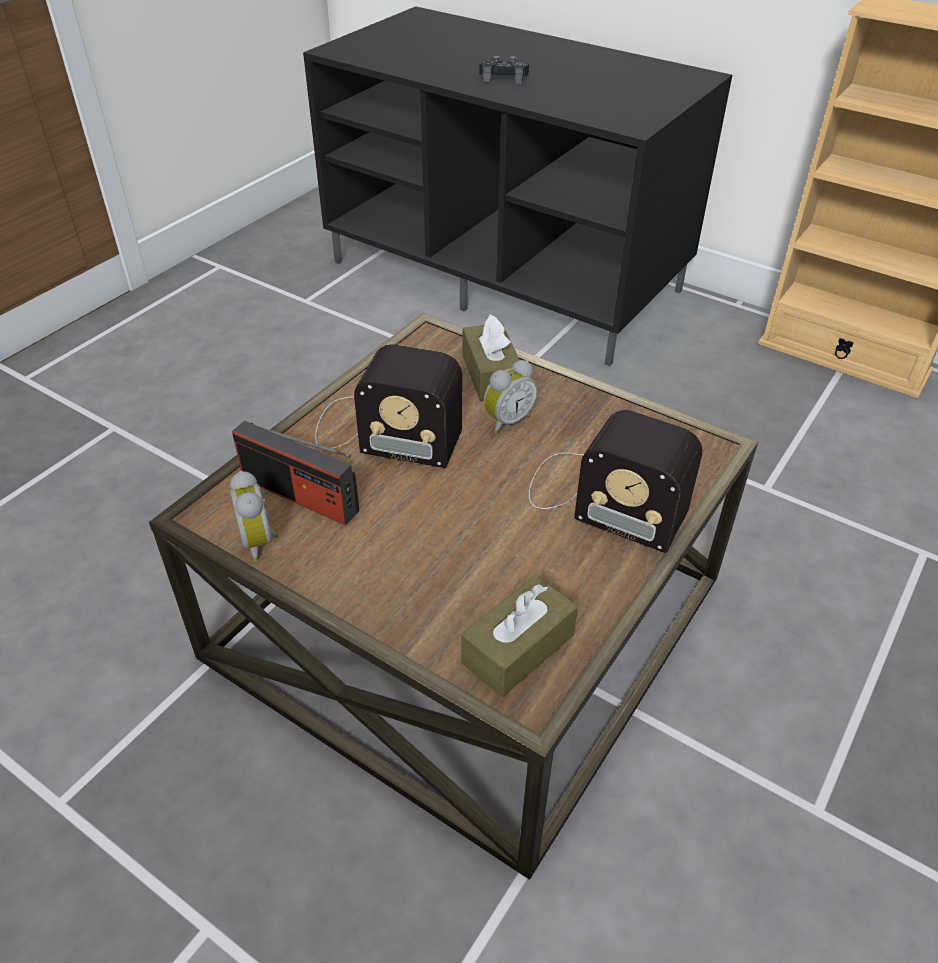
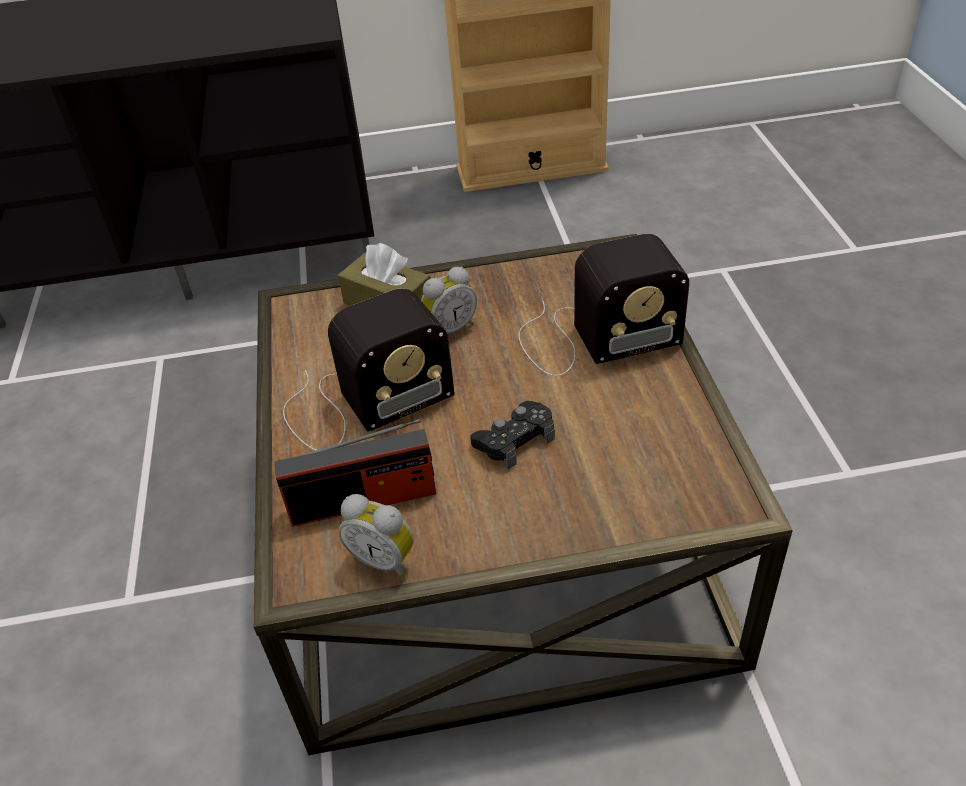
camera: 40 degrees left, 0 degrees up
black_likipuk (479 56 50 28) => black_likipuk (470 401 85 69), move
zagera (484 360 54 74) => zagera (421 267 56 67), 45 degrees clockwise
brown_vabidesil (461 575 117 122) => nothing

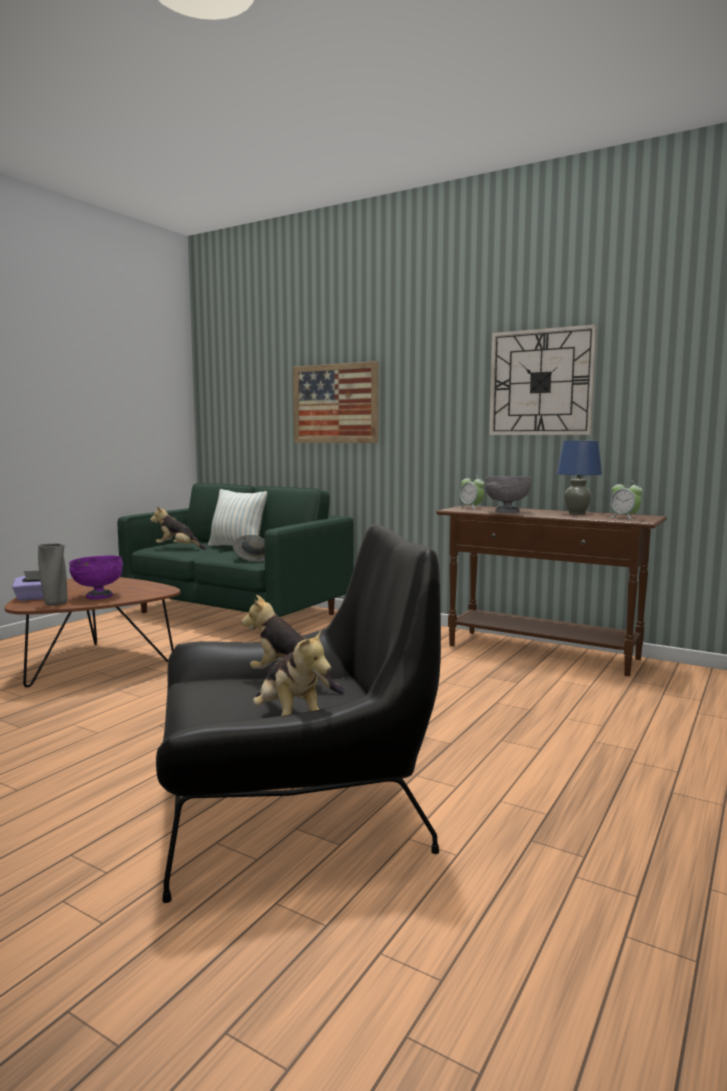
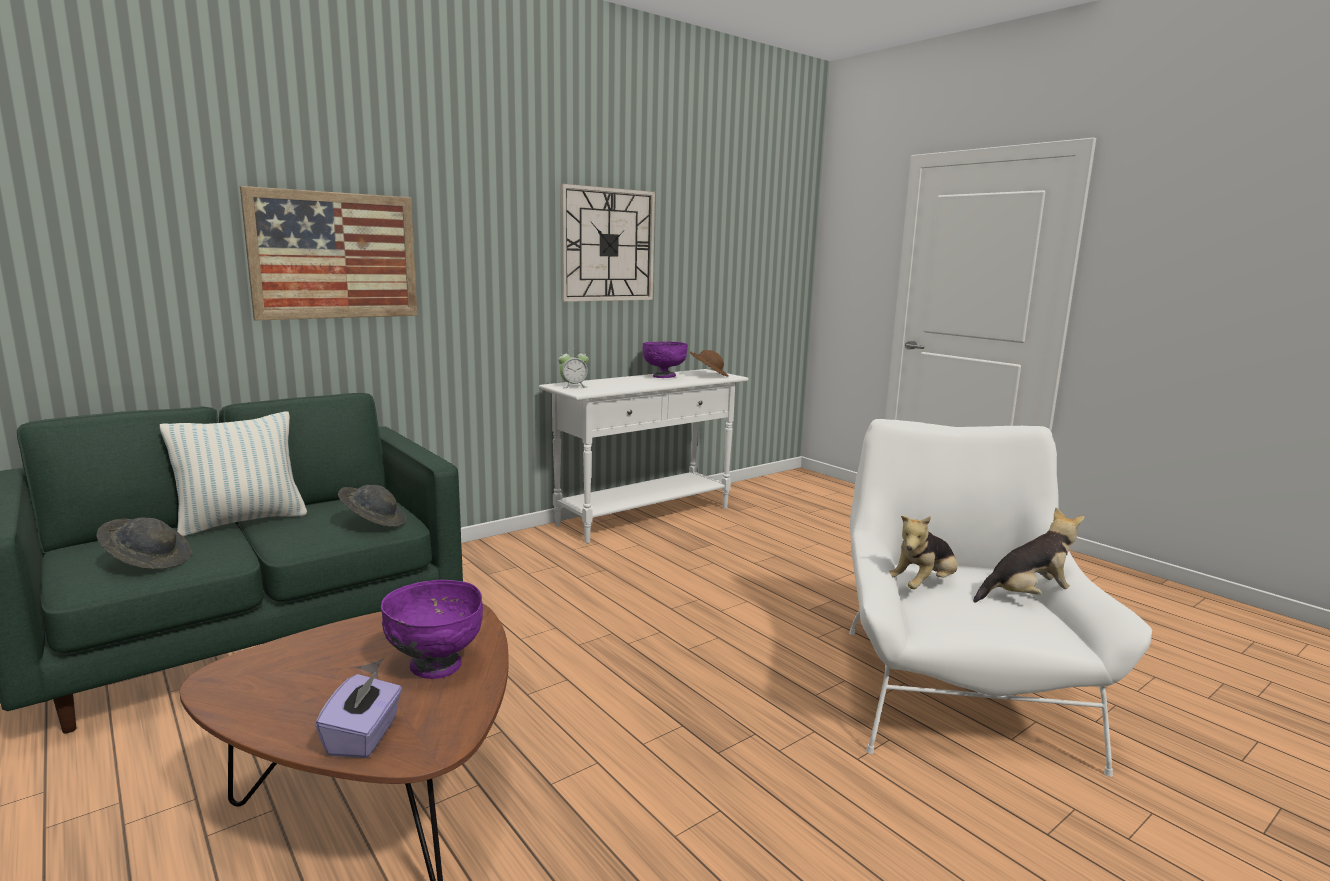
camera: 70 degrees left, 5 degrees up
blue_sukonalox (556 441 46 73) => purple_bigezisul (642 341 46 37)
grey_bigezisul (485 476 46 37) => nothing
zagera (611 482 32 38) => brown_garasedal (690 350 39 26)
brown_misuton (436 505 231 171) => white_misuton (539 369 209 174)
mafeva (150 506 57 44) => grey_garasedal (96 517 95 52)
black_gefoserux (156 524 285 379) => white_gefoserux (849 419 303 358)
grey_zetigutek (38 543 29 63) => nothing

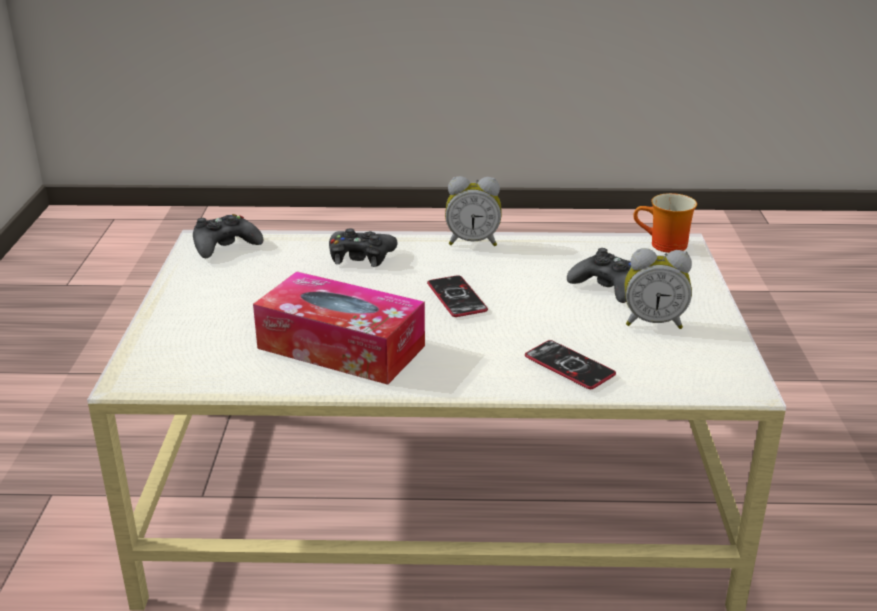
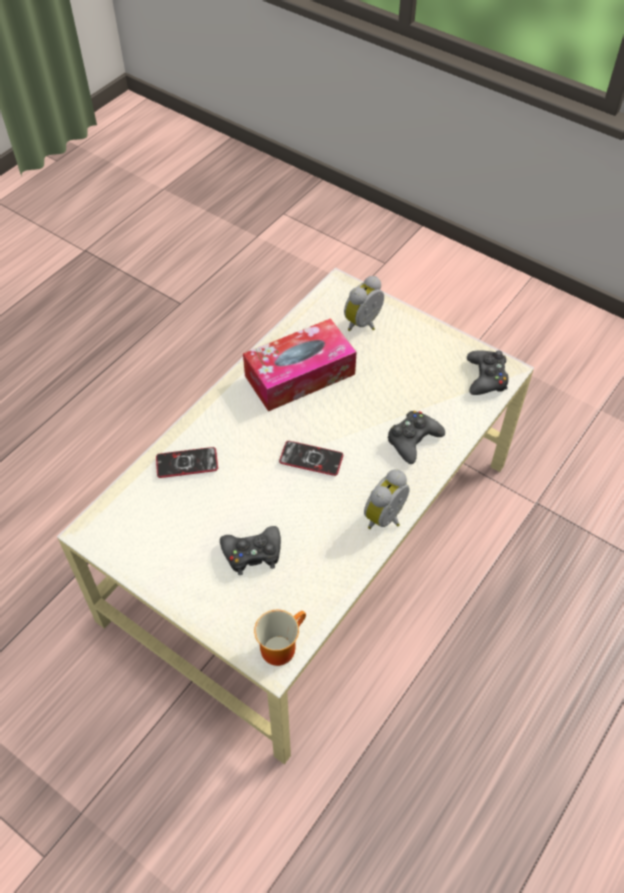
camera: 125 degrees right, 25 degrees up
zagera (625 248 67 81) => zagera (344 276 40 55), move

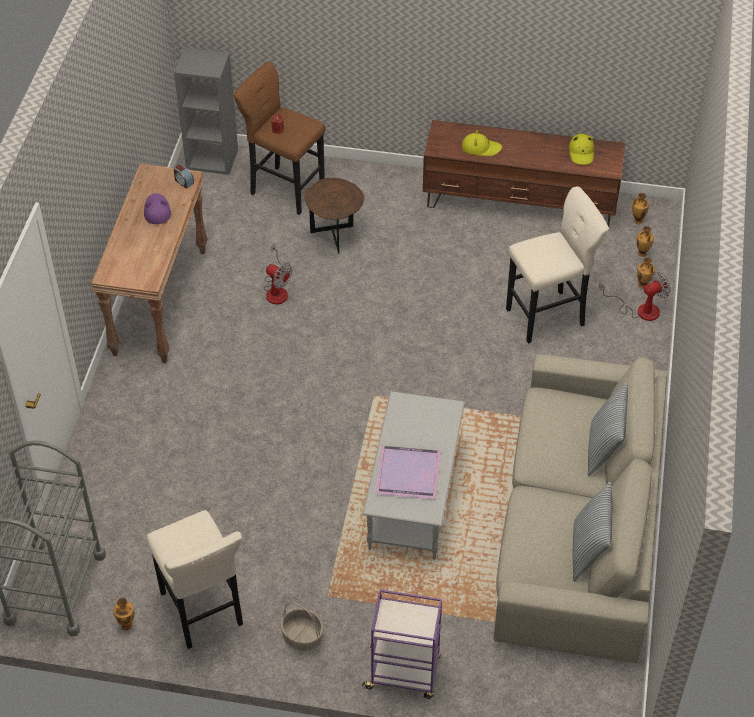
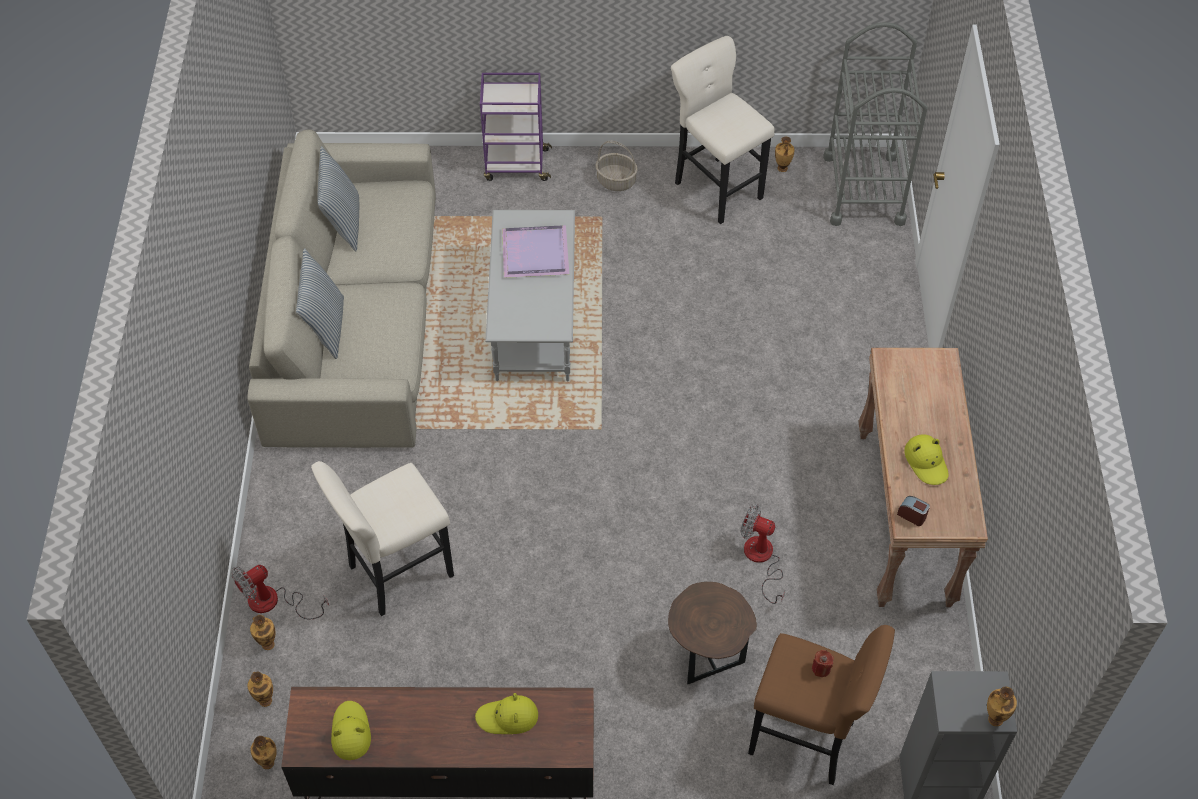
camera: 170 degrees right, 5 degrees up
purple_garasedal (144 193 27 31) => yellow_garasedal (904 434 45 51)
nothing => zetigutek (987 687 30 39)

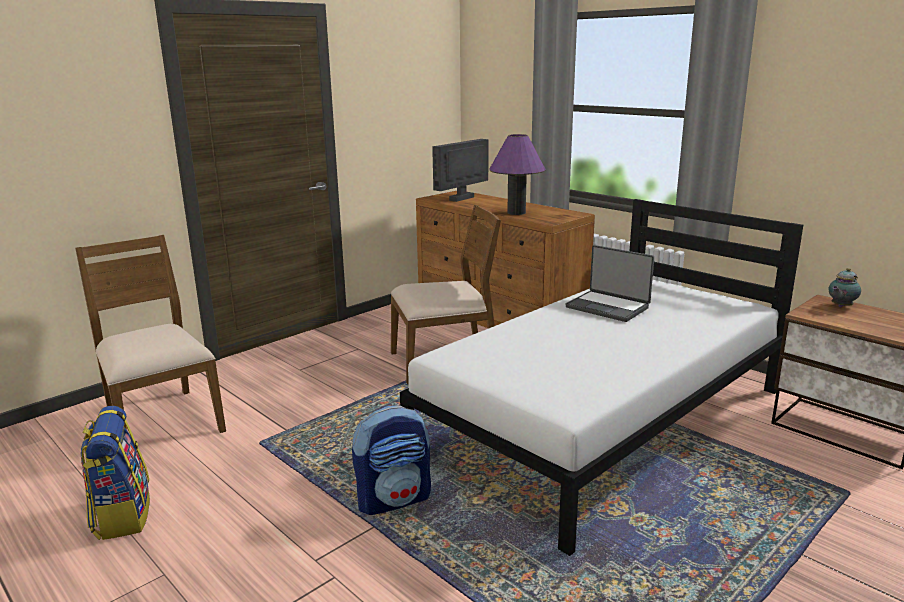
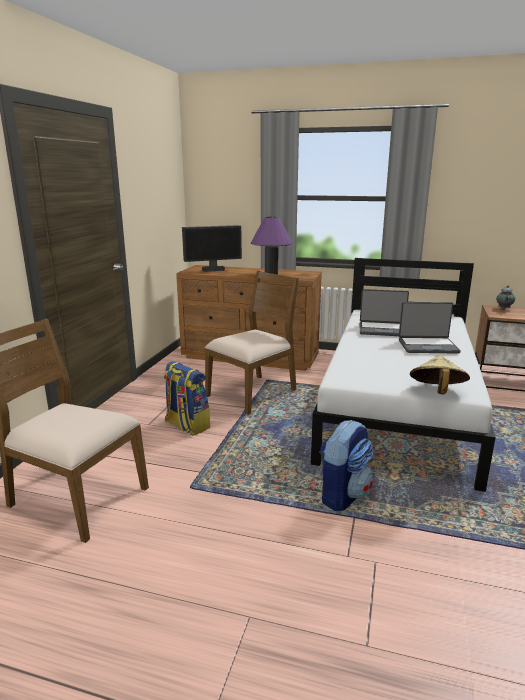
camera: 30 degrees left, 0 degrees up
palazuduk (432 139 57 63) => palazuduk (182 225 60 47), 120 degrees counterclockwise
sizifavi (80 406 70 134) => sizifavi (164 361 46 75), move
nothing => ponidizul (399 302 62 52)
nothing => beige_garasedal (410 355 60 40)

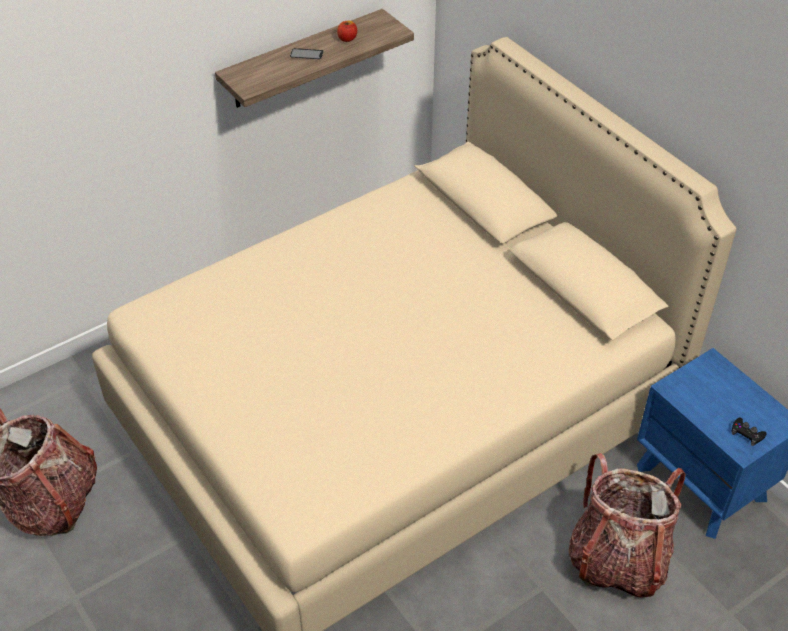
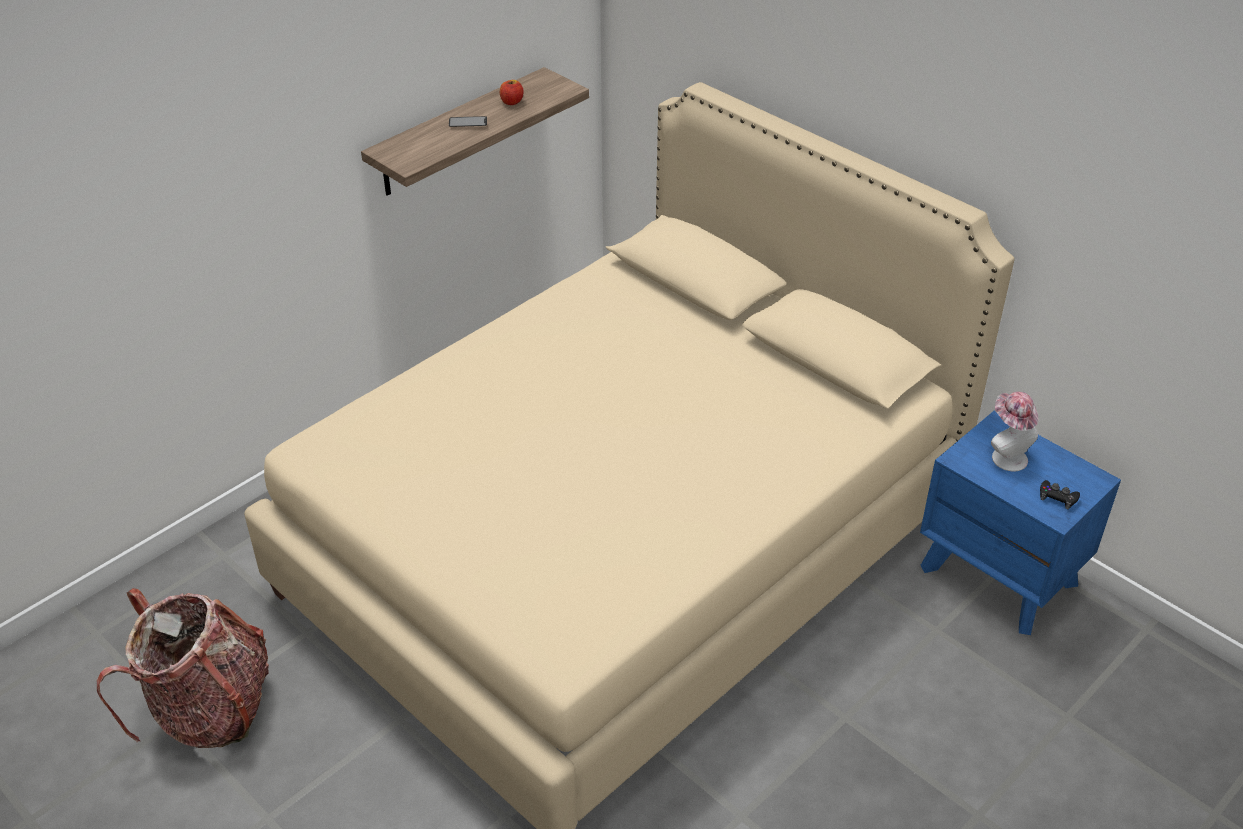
camera: 10 degrees left, 5 degrees down
sizifavi (569 453 117 145) => nothing
nothing => garasedal (991 392 48 79)

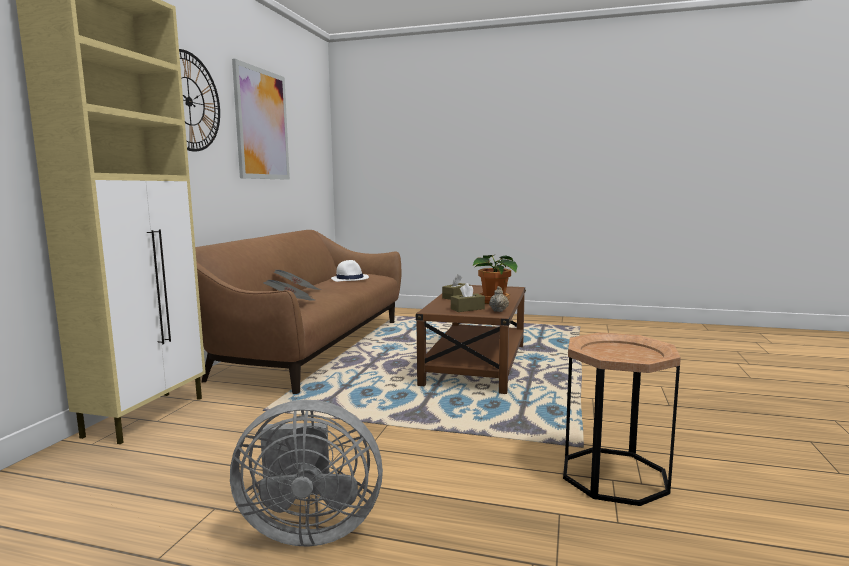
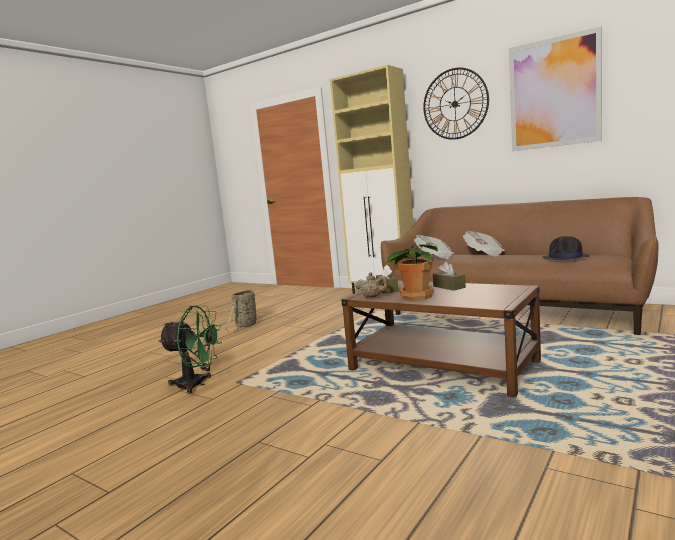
camera: 110 degrees right, 0 degrees up
white_garasedal (331 260 38 22) => black_garasedal (542 236 47 24)
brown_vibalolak (563 332 118 174) => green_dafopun (158 306 64 88)
grey_dafopun (230 400 153 147) => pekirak (225 290 36 43)

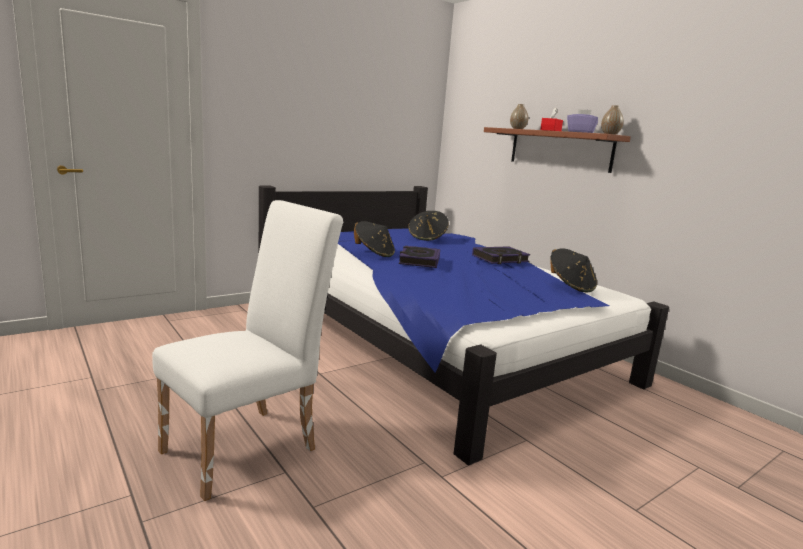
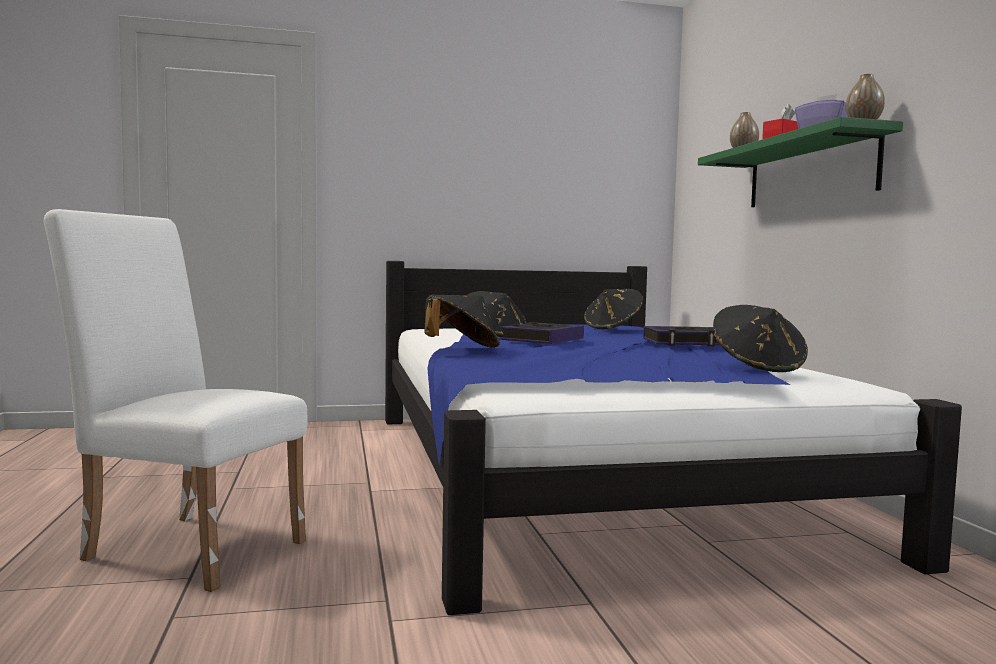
camera: 25 degrees right, 10 degrees down
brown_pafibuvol (484 127 147 46) => green_pafibuvol (698 117 205 90)
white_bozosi (152 200 191 301) => white_bozosi (44 209 263 383), 135 degrees counterclockwise
nothing => black_garasedal (425 294 75 54)

